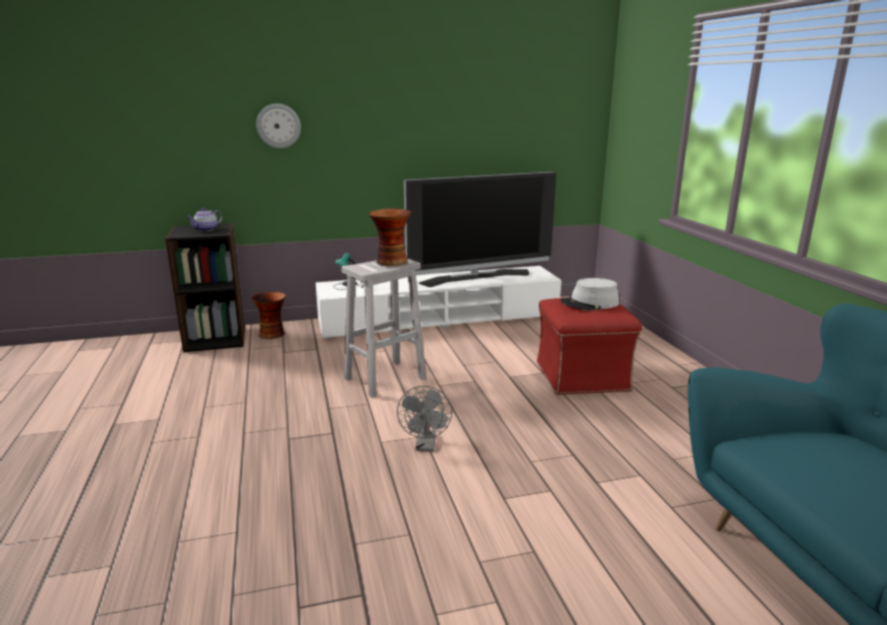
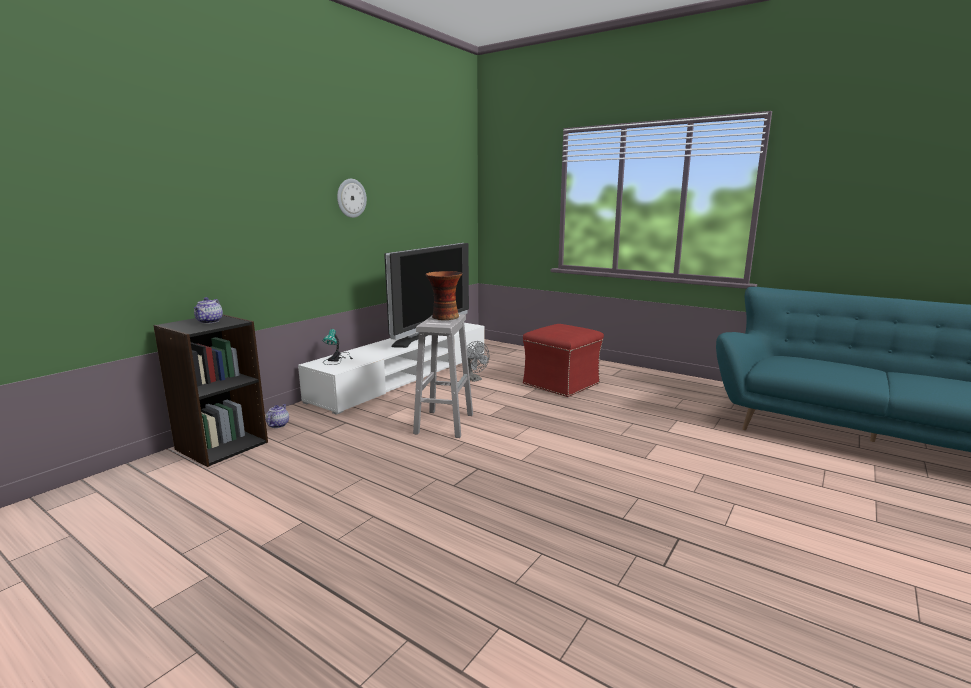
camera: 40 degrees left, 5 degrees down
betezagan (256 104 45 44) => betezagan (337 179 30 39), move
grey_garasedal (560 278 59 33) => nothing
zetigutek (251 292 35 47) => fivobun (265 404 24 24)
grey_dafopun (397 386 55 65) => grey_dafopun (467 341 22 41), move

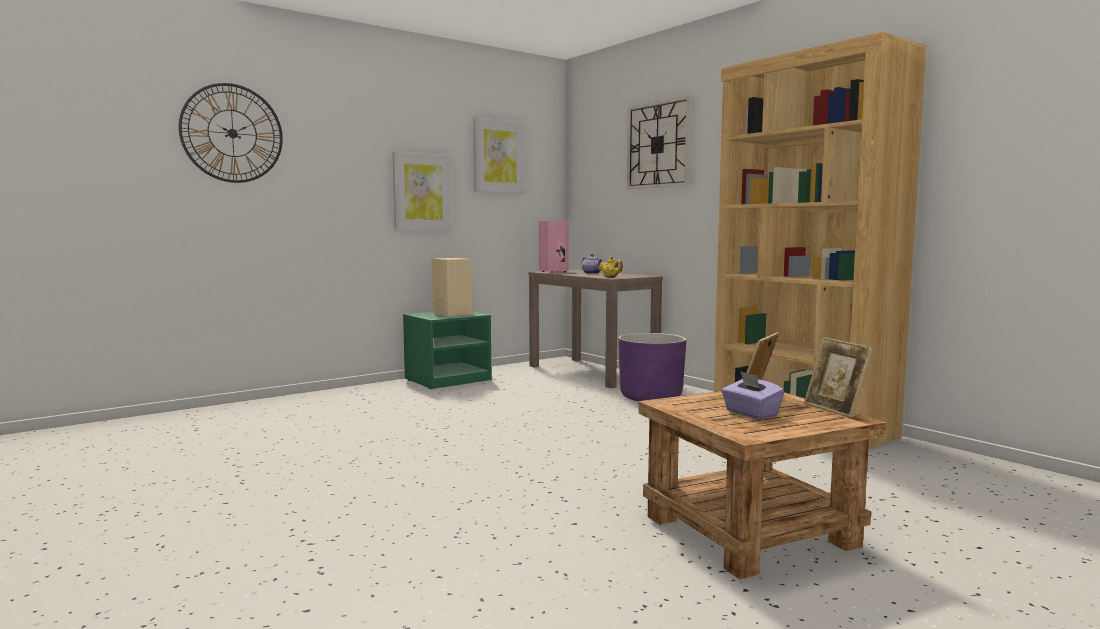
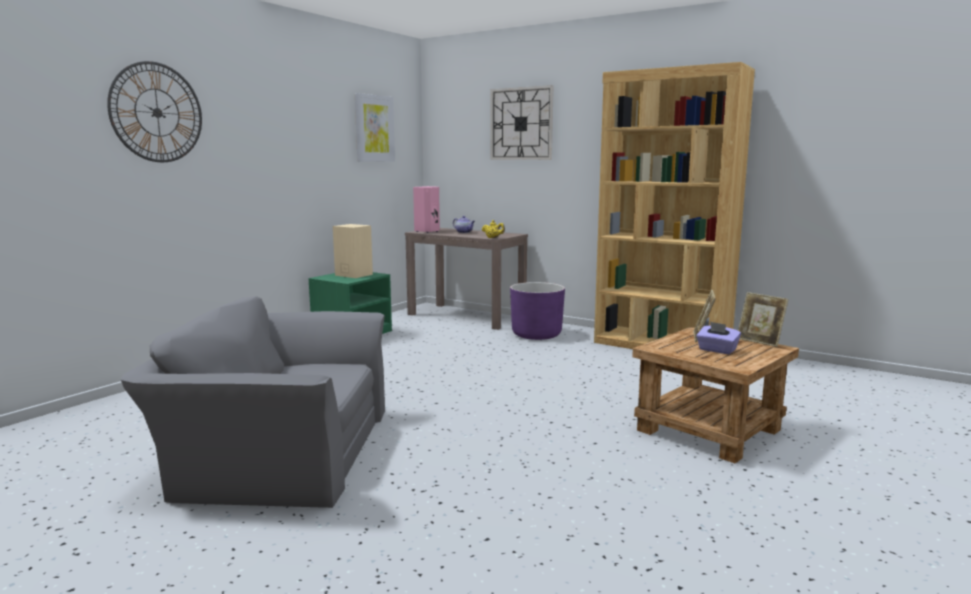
camera: 20 degrees left, 5 degrees up
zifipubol (393 151 59 80) => nothing
nothing => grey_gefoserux (121 296 264 212)

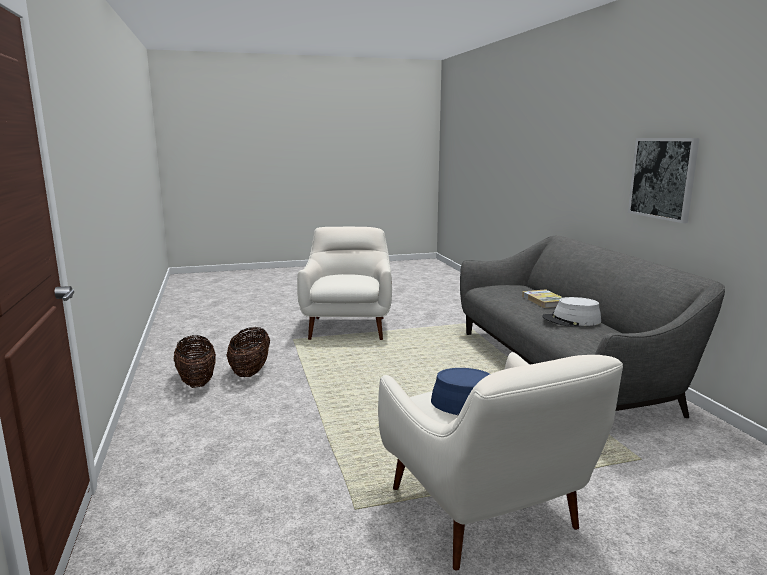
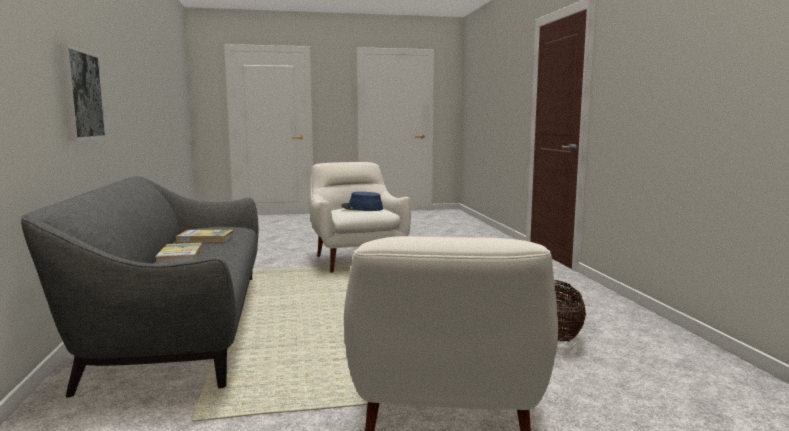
camera: 175 degrees left, 5 degrees down
grey_garasedal (542 297 59 29) => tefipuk (176 230 58 13)
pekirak (174 335 42 53) => nothing

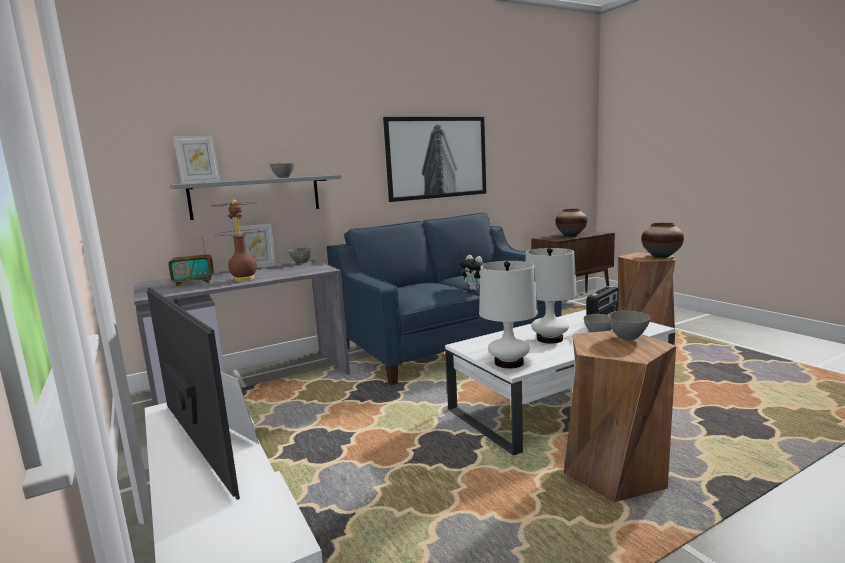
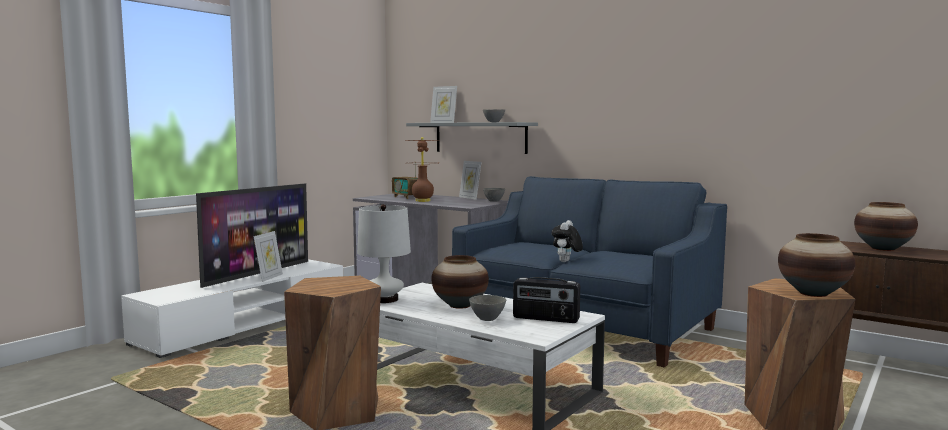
camera: 65 degrees right, 5 degrees down
zifipubol (383 117 103 85) => nothing
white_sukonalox (525 248 52 96) => zetigutek (431 255 58 54)
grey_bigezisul (607 311 44 29) => nothing

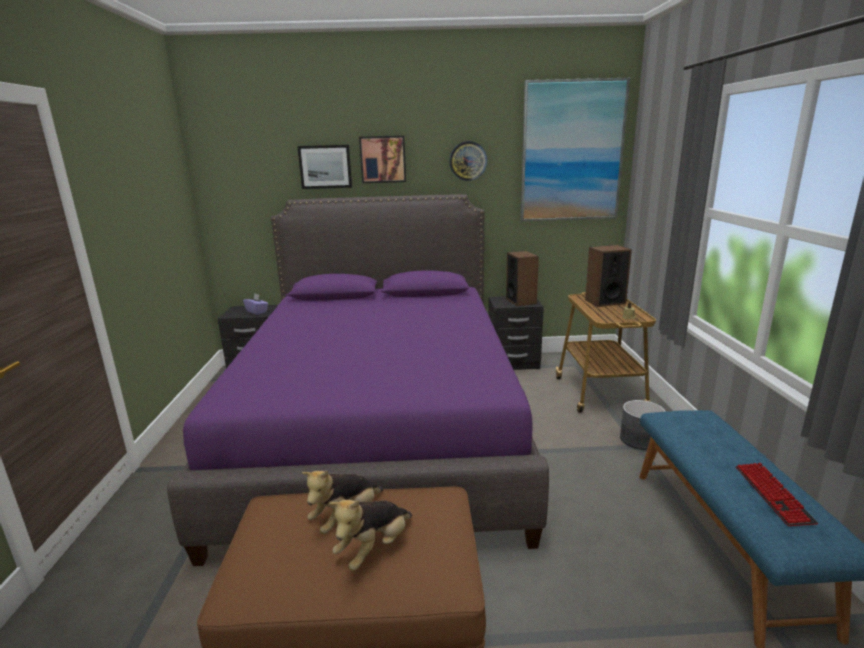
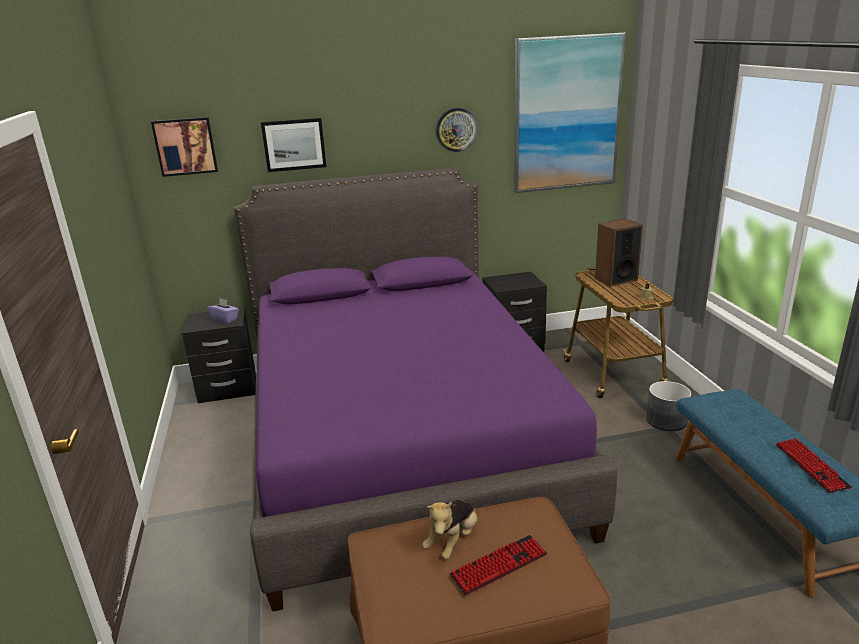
camera: 10 degrees left, 5 degrees up
zifipubol (359 136 47 47) => zifipubol (151 117 67 60), move
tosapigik (506 251 33 55) => nothing
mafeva (329 500 83 71) => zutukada (450 535 97 60)

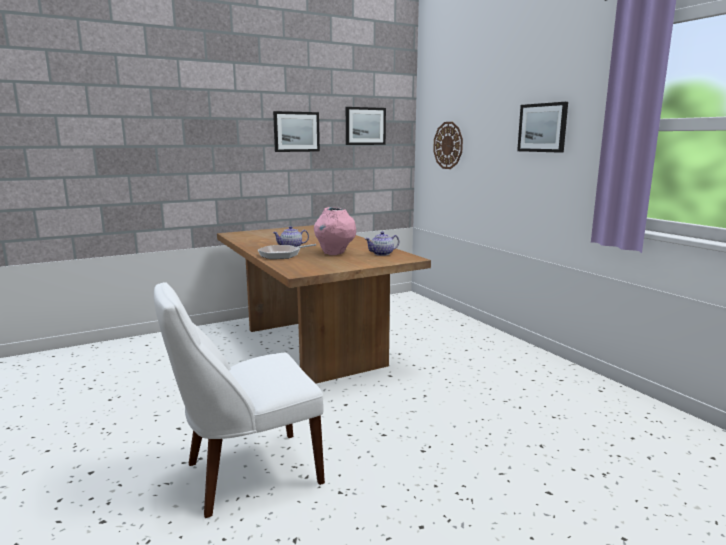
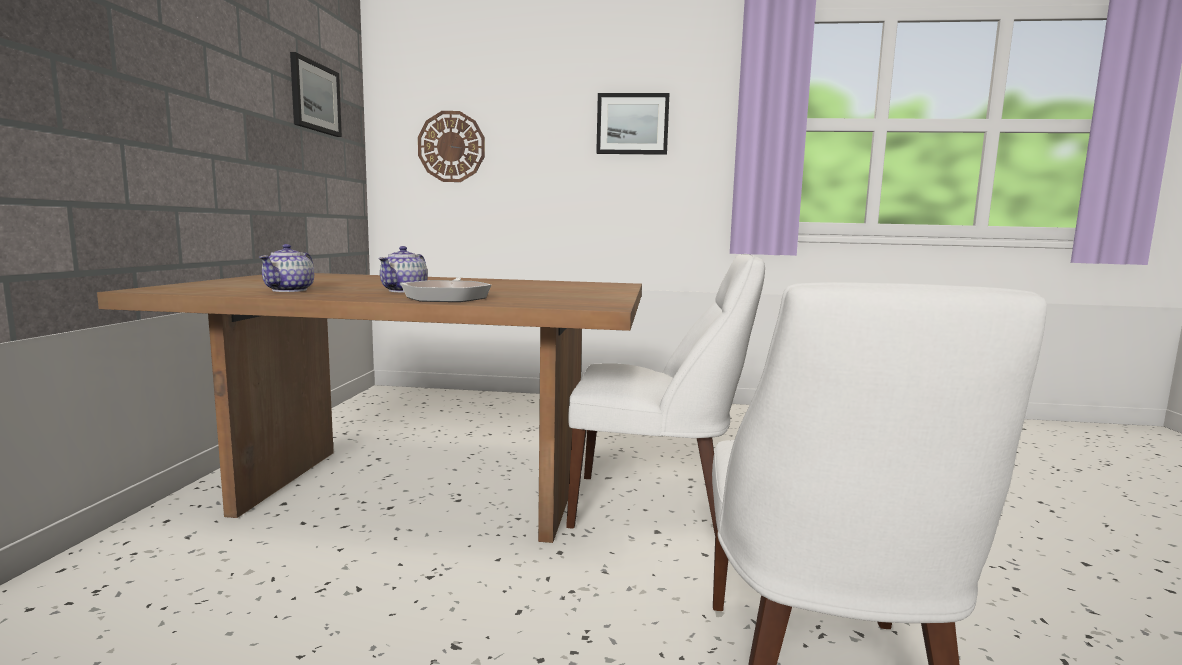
camera: 55 degrees left, 5 degrees down
zifipubol (273 111 47 41) => nothing
pink_zetigutek (314 207 42 48) => nothing
fivobun (365 232 34 24) => fivobun (259 244 55 48), move
nothing => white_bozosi (566 254 199 279)

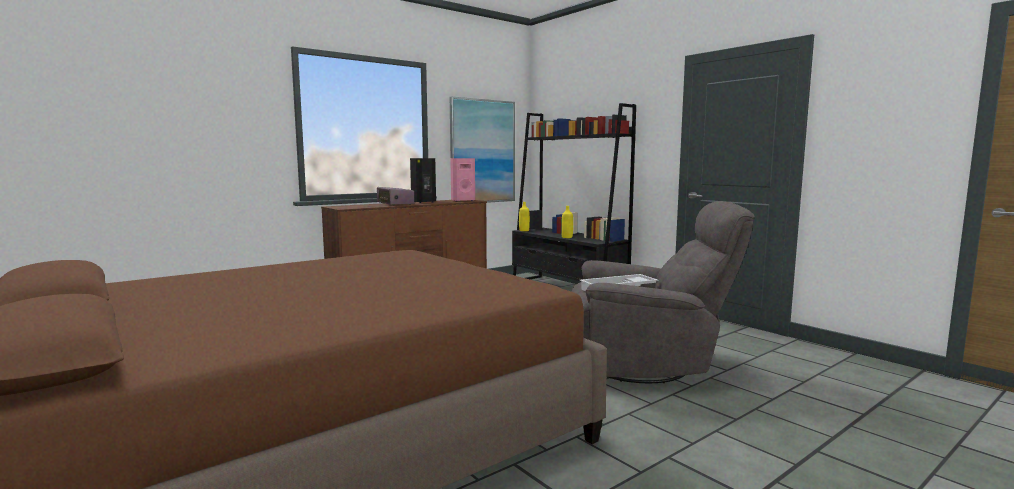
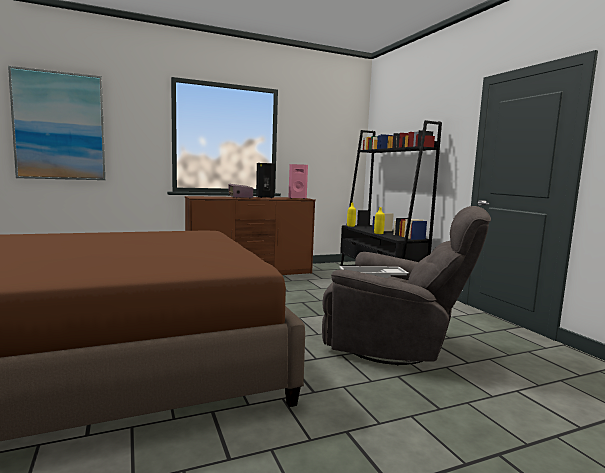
camera: 15 degrees right, 0 degrees up
zifipubol (450 97 65 106) => zifipubol (8 66 97 114), move

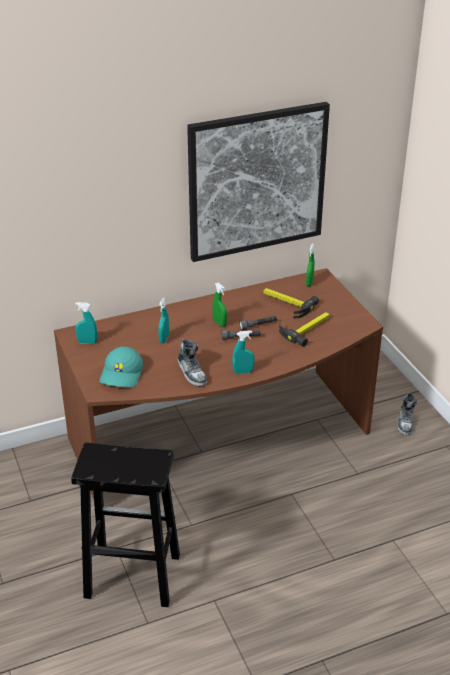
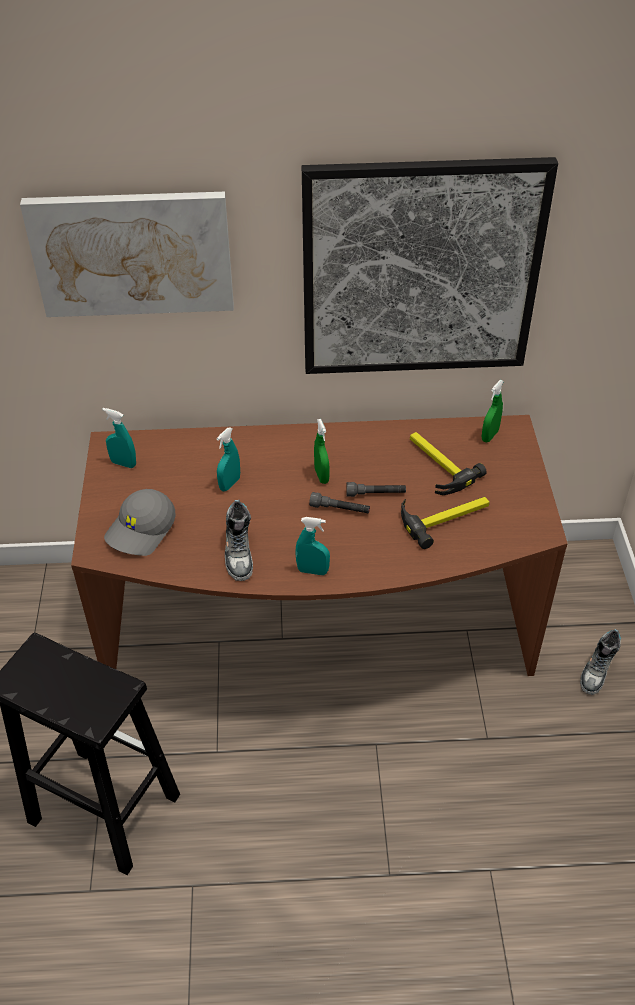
camera: 20 degrees right, 10 degrees up
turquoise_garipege (100 347 43 40) => grey_garipege (104 489 72 67)
nothing => zifipubol (20 192 214 125)

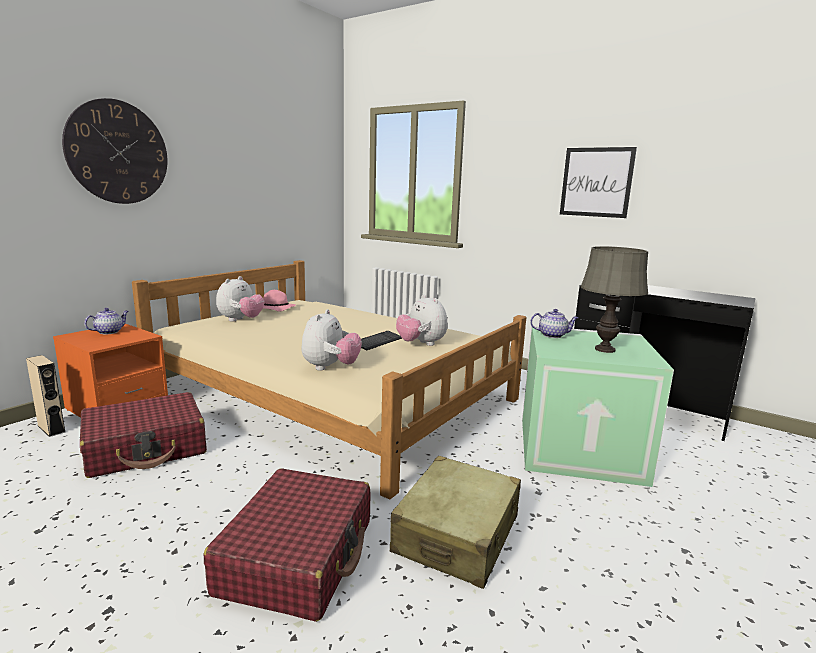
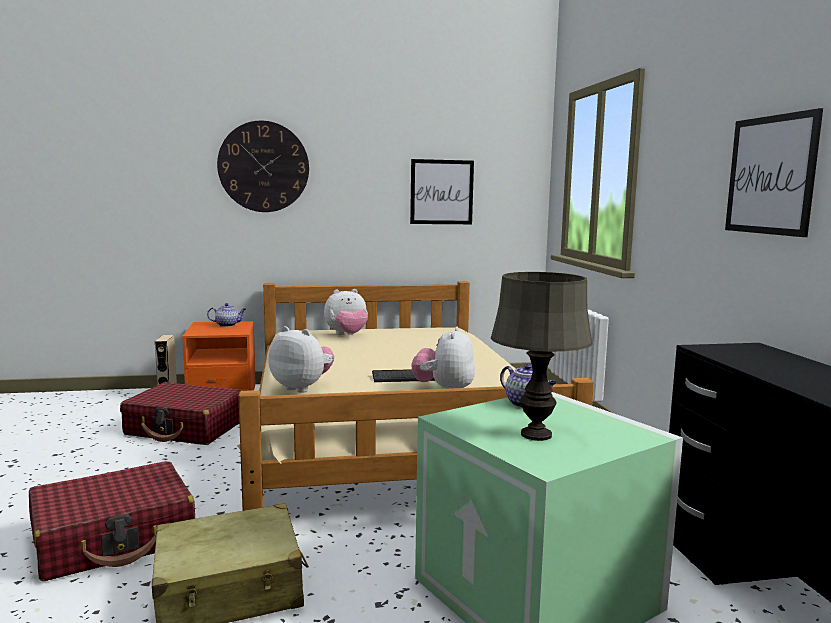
camera: 45 degrees right, 5 degrees down
pink_garasedal (263 290 33 22) => nothing
mafeva (302 309 60 62) => mafeva (269 326 65 67), 120 degrees counterclockwise
nothing => zifipubol (410 159 64 65)

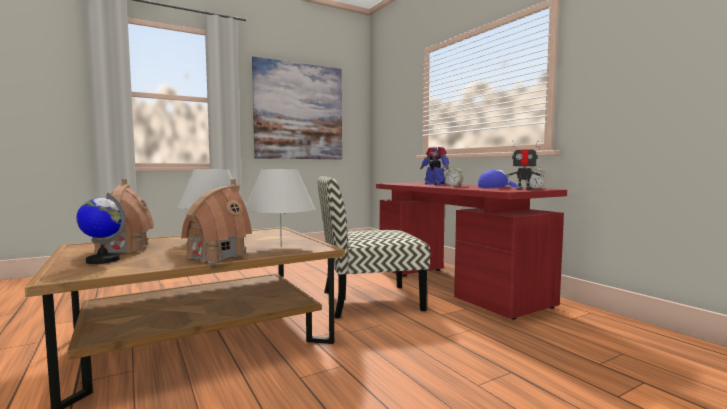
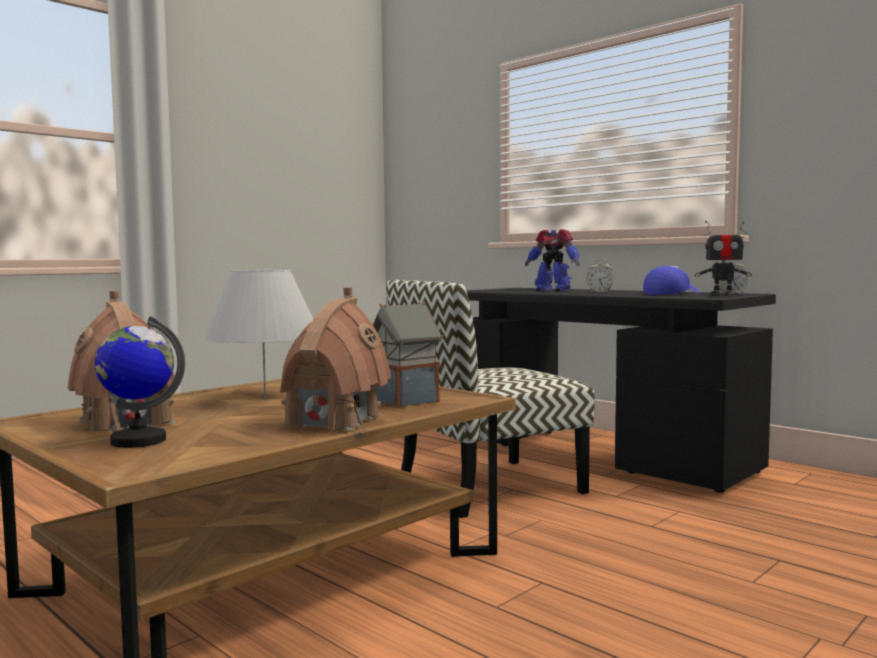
camera: 15 degrees left, 0 degrees up
zifipubol (252 56 90 103) => nothing
white_sukonalox (246 169 70 78) => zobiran (373 301 70 107)
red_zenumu (376 182 191 138) => black_zenumu (466 288 310 205)

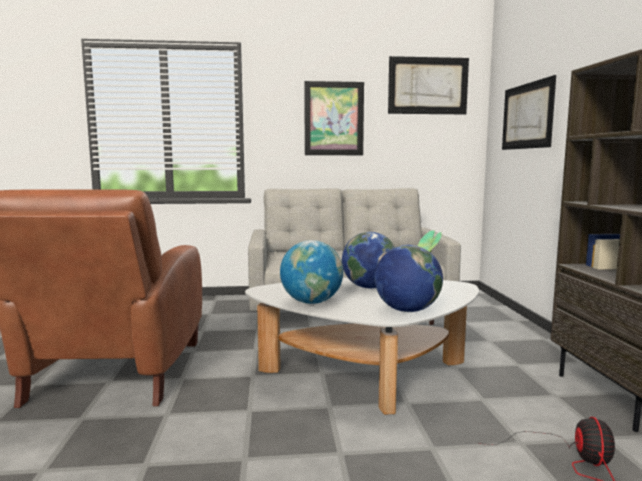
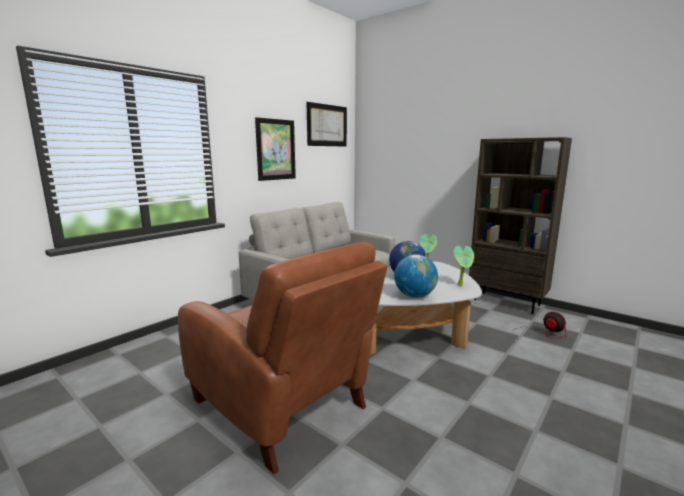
camera: 45 degrees left, 5 degrees up
zifipubol (502 75 54 75) => nothing
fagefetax (375 245 68 67) => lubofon (454 246 20 41)

